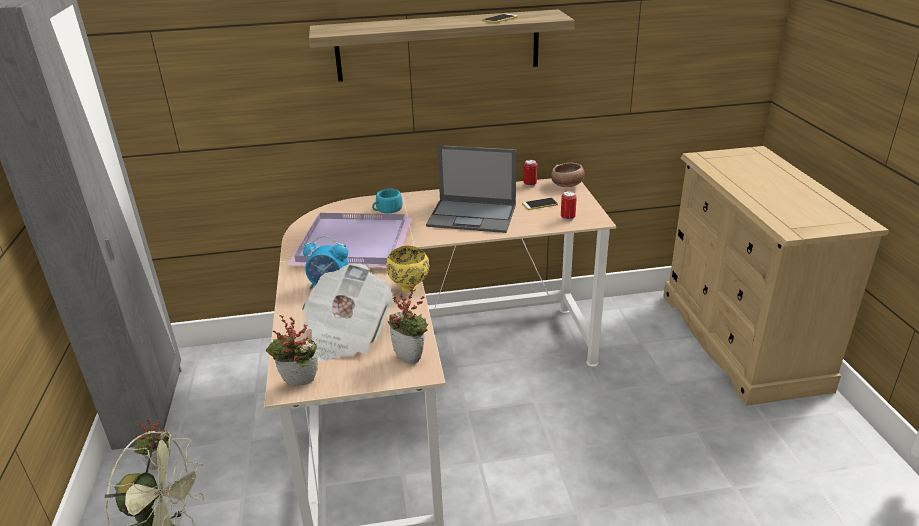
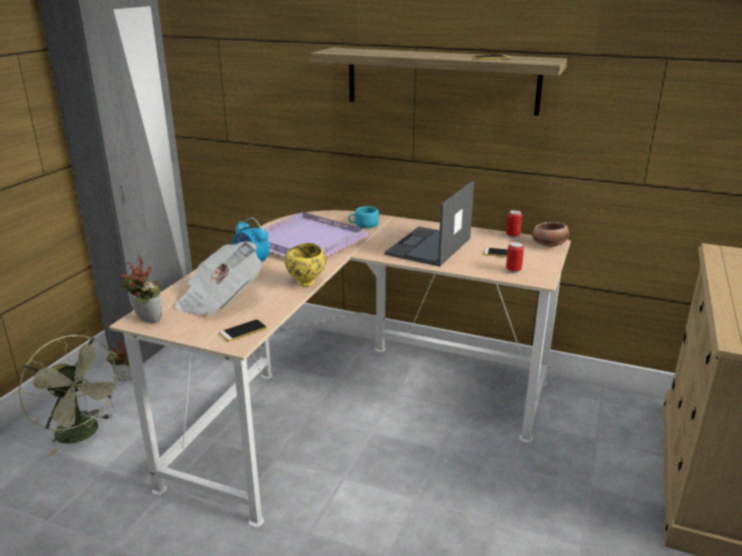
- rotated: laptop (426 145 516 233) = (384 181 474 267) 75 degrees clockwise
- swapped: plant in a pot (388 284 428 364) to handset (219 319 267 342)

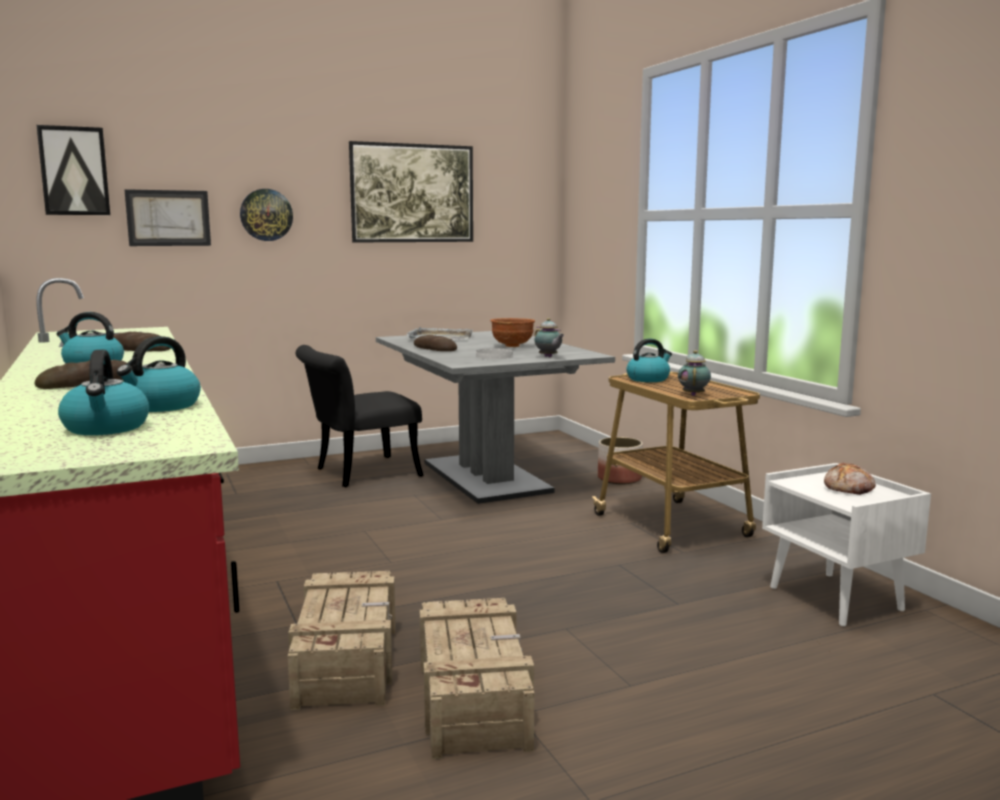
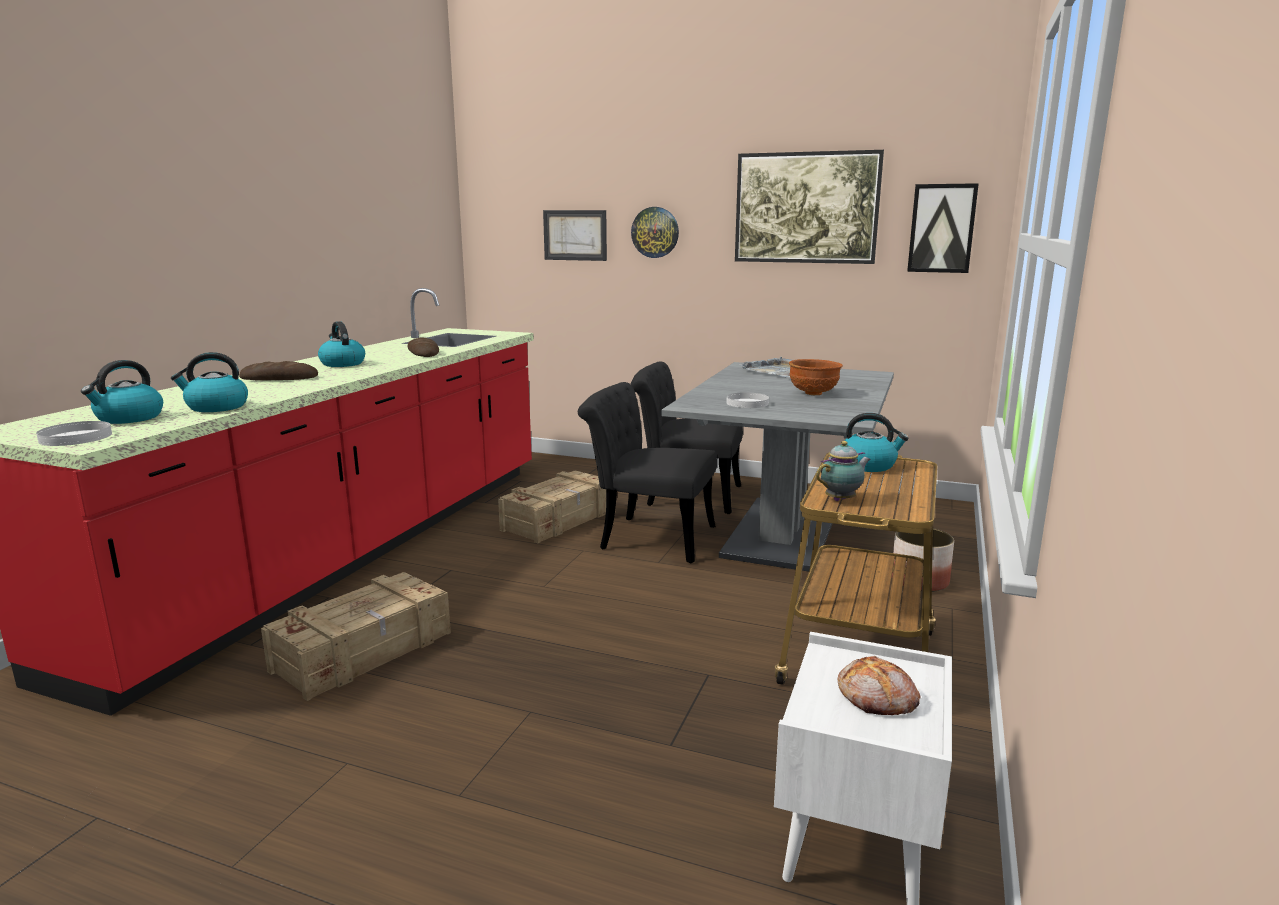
- shifted: picture (37 125 110 215) to (907 183 979 273)
- gone: pot for tea (535 318 564 357)
- gone: bread (414 335 457 351)
- shifted: crate (420 598 534 759) to (498 470 606 543)
- new: blackish upright chair (578 382 717 563)
- new: whitish plate (36 421 112 446)

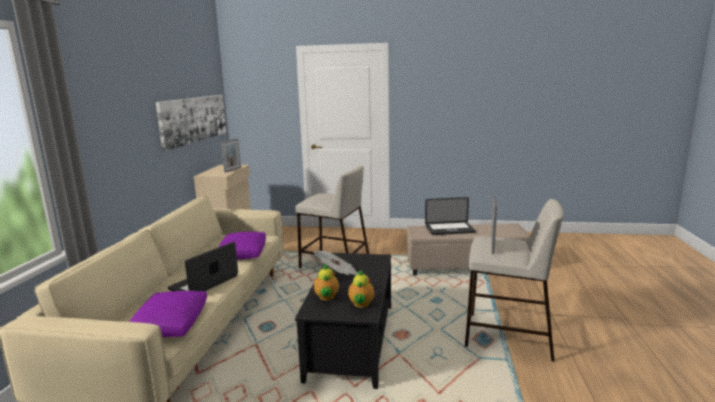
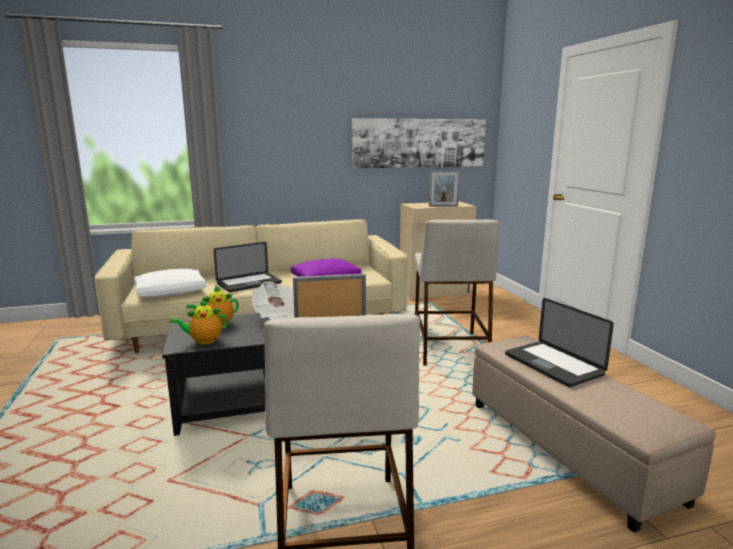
- rotated: laptop (168 242 238 291) = (213 242 282 292) 135 degrees clockwise
- repainted: purplish throw pillow (129 291 207 337) to whitish throw pillow (134 269 206 297)

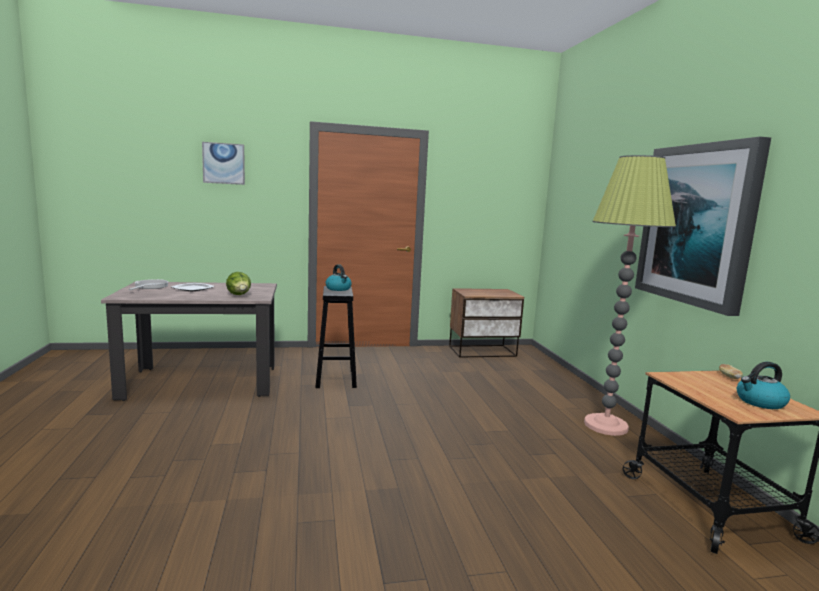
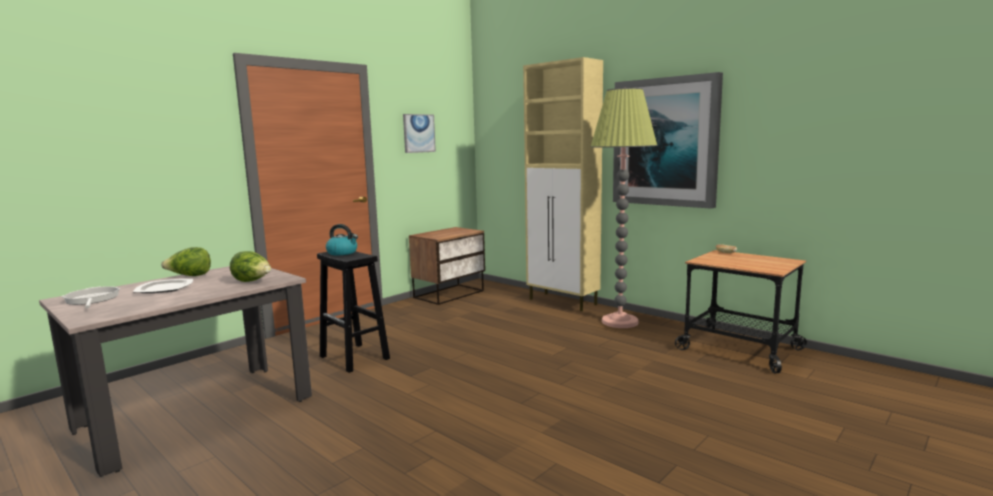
- shifted: picture (202 142 245 185) to (403 114 436 153)
- gone: water kettle (737 362 790 409)
- new: sand-coloured storage cabinet (523 57 603 311)
- new: head of lettuce (161 247 211 276)

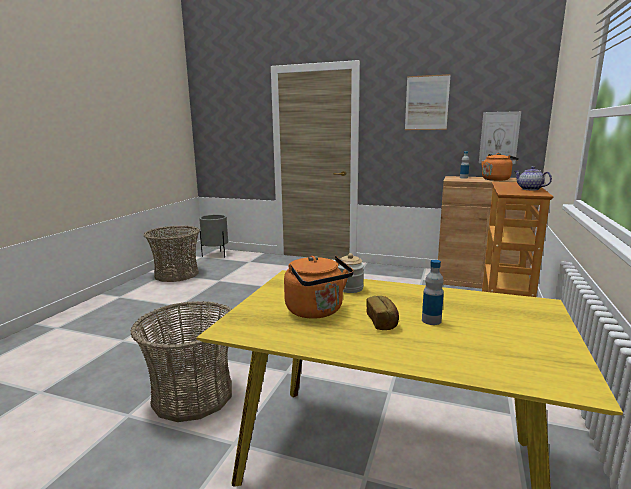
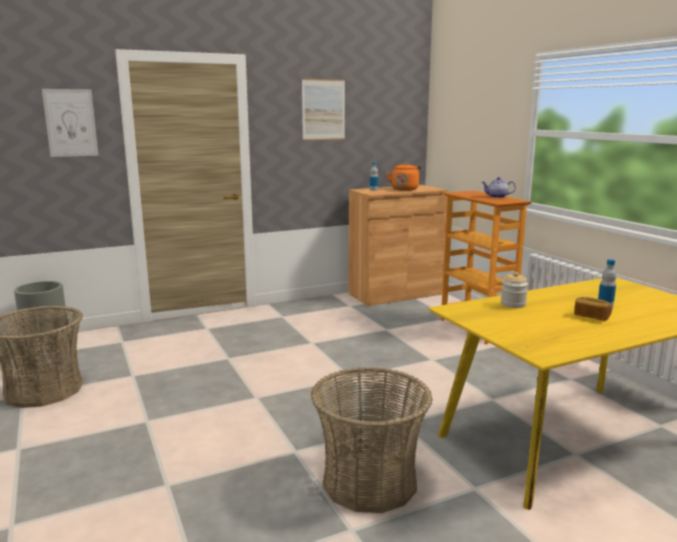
- shifted: picture (479 111 521 164) to (42 89 99 157)
- gone: orangey water kettle (284 256 354 319)

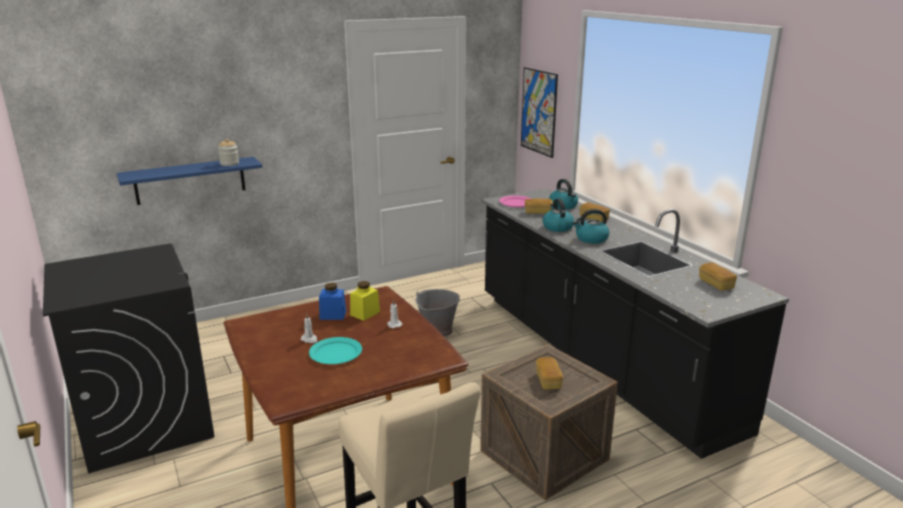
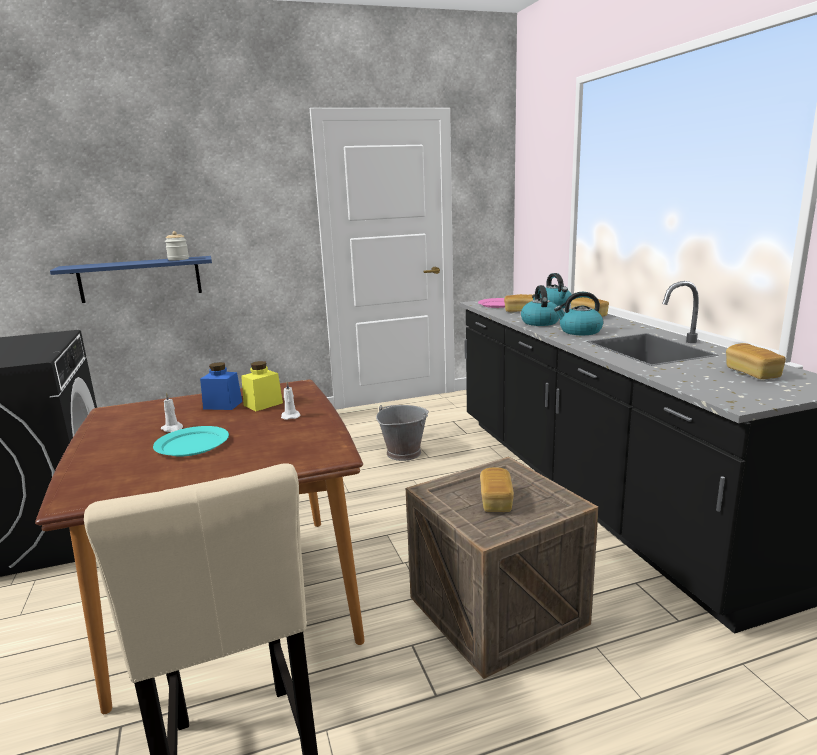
- gone: picture (521 67 558 158)

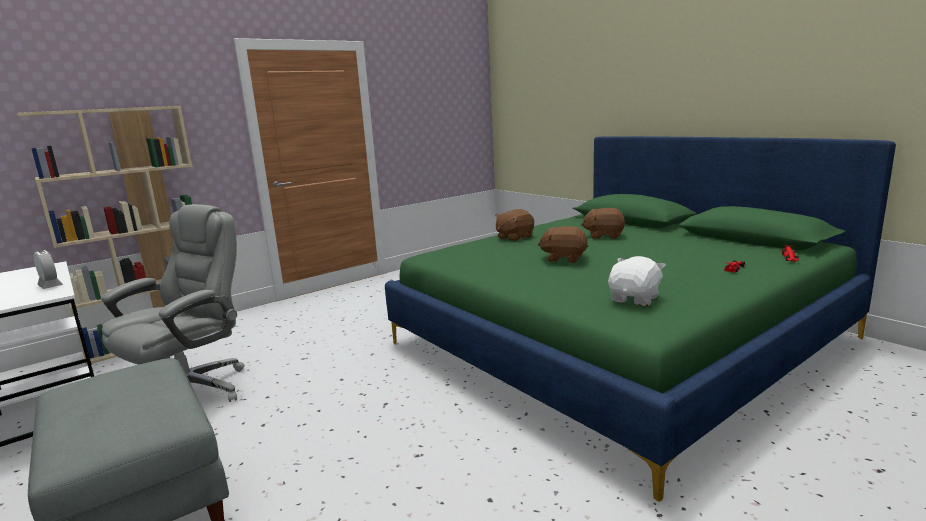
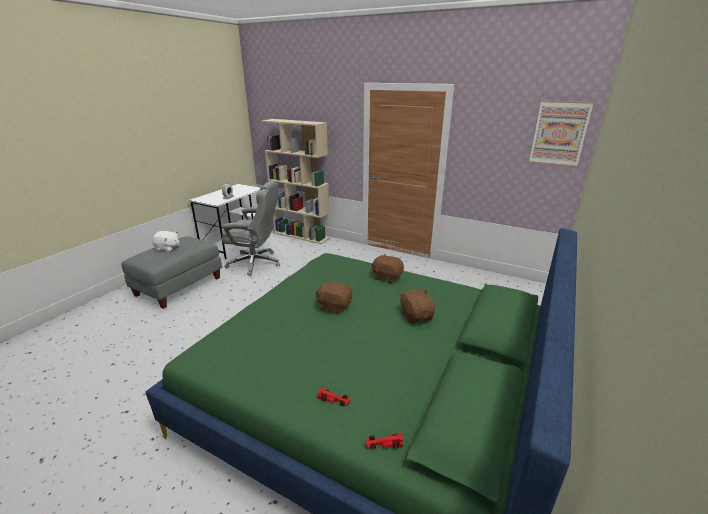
- rotated: brown soft toy (538 226 588 263) = (316 280 353 314) 60 degrees counterclockwise
- shifted: whitish soft toy (608 256 666 306) to (152 231 180 252)
- new: picture (529 101 593 167)

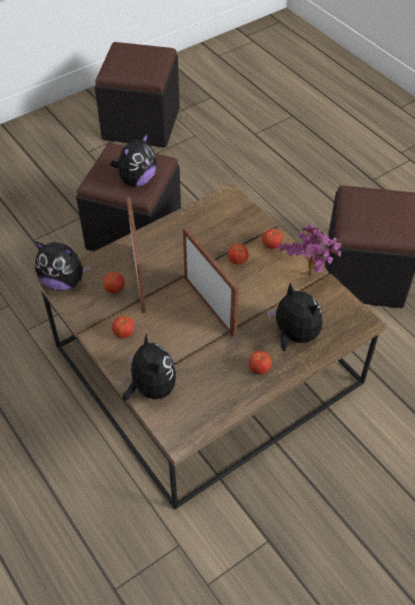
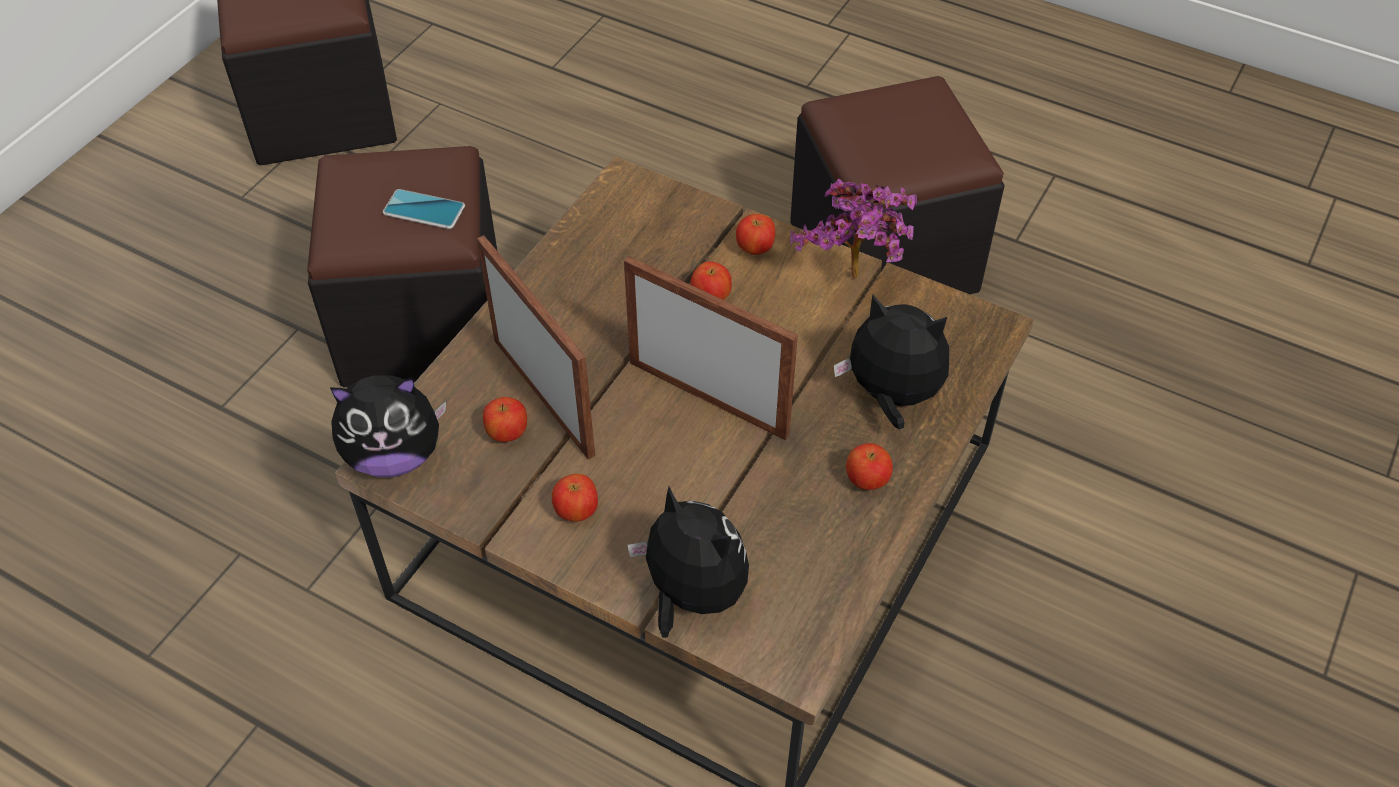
- swapped: soft toy (110 133 157 187) to handset (383 189 465 229)

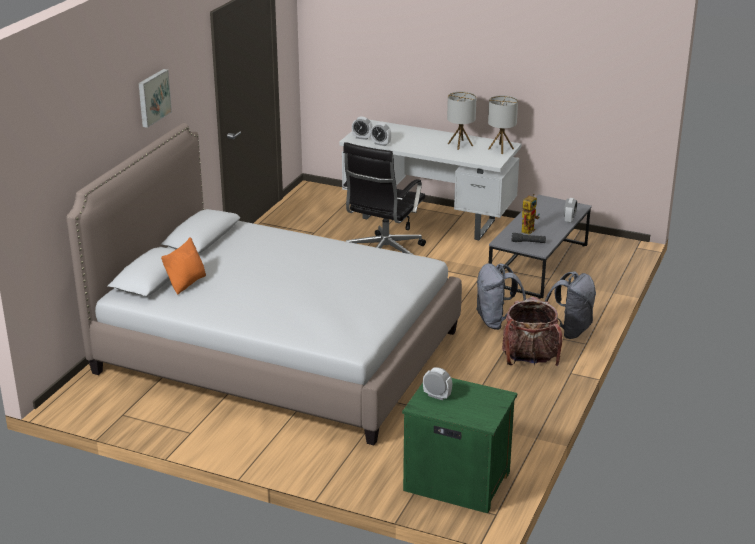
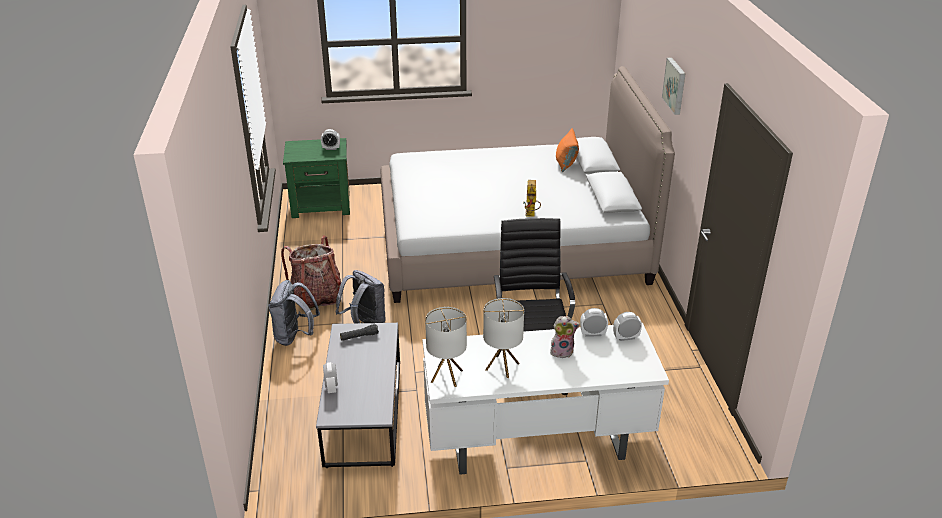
- shifted: model robot (522 194 540 235) to (524 180 541 216)
- new: soft toy (550 316 580 358)

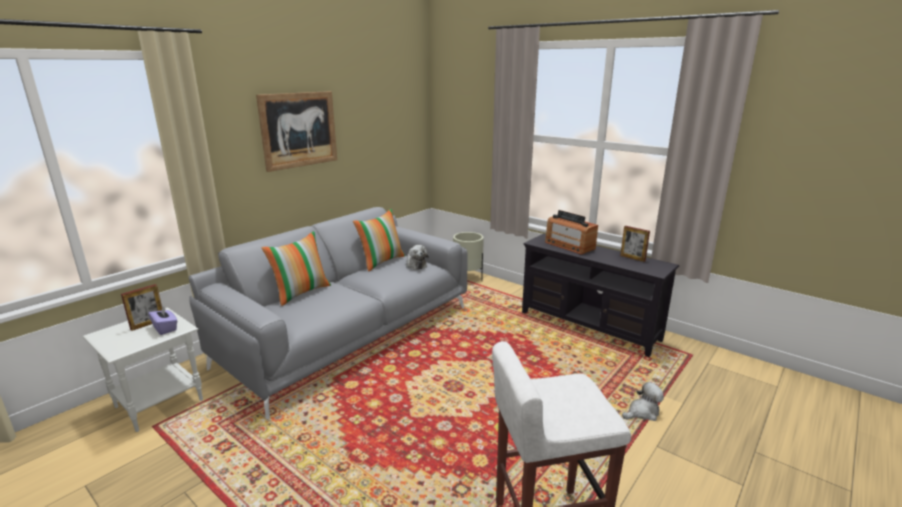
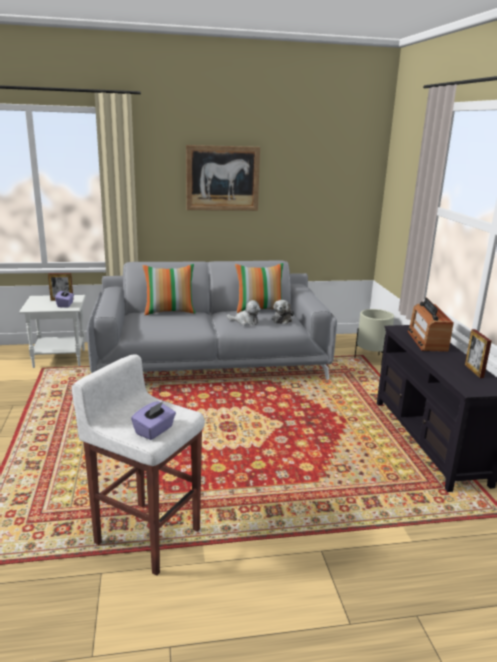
- shifted: soft toy (622 382 664 421) to (227 300 261 326)
- new: purplish tissue holder (131 401 176 440)

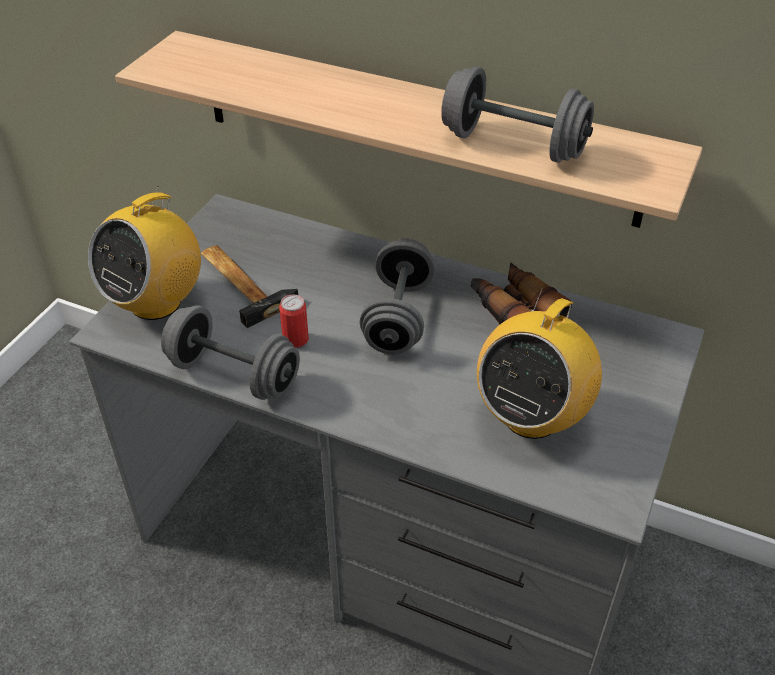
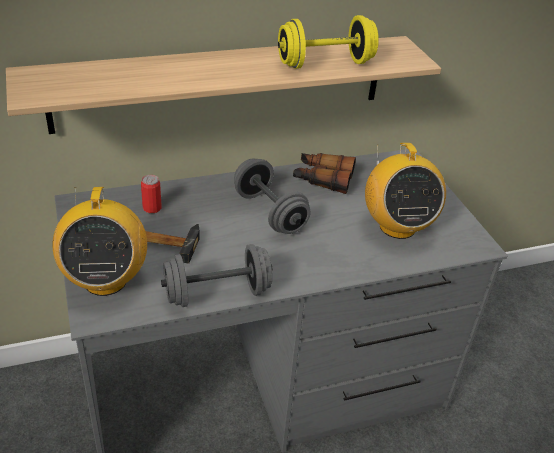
- repainted: greyish hand weight (441 66 594 163) to yellow-coloured hand weight (278 15 379 69)
- shifted: sealed can (279 295 309 348) to (141 175 162 213)

